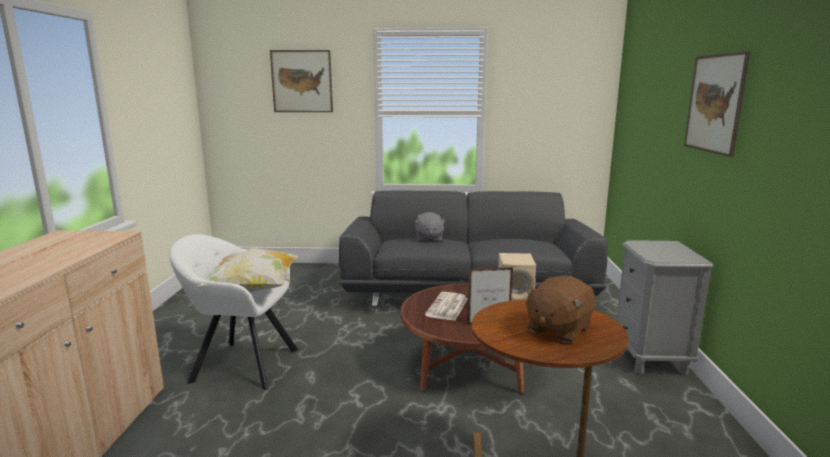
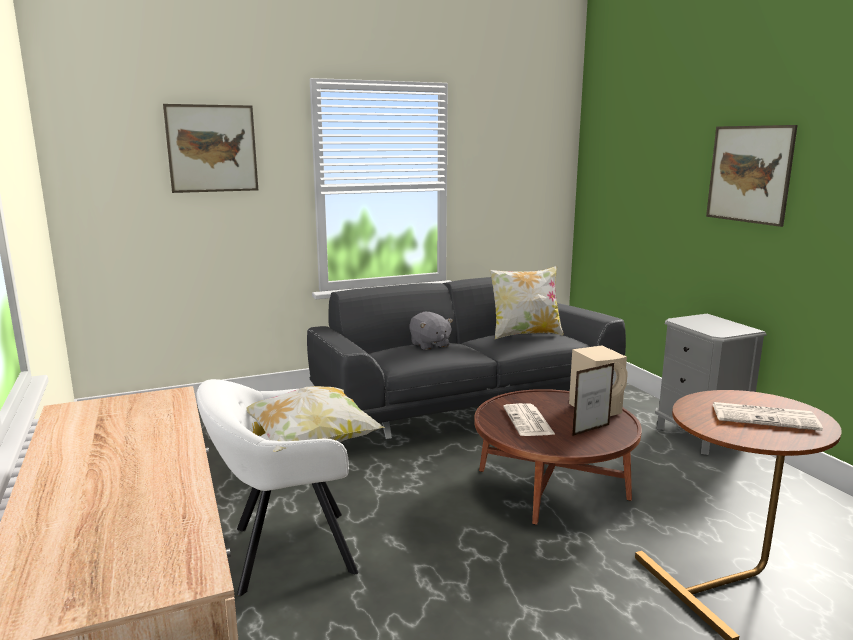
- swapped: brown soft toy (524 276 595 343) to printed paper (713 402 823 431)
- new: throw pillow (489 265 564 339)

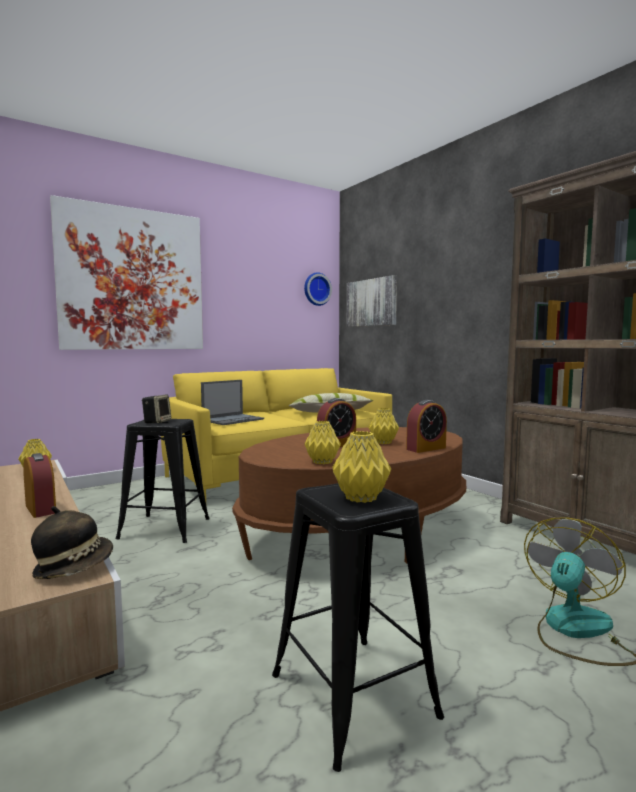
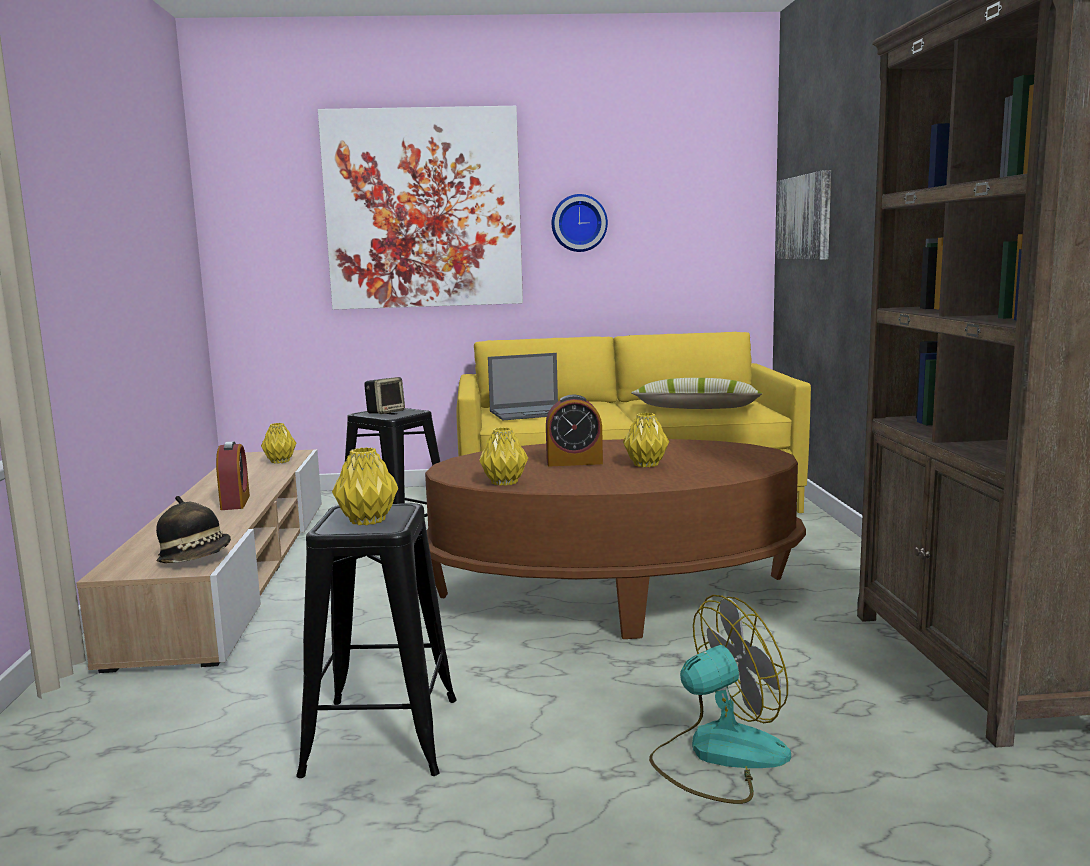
- shifted: wall clock (304 272 332 306) to (552 194 608 252)
- gone: alarm clock (406 400 447 453)

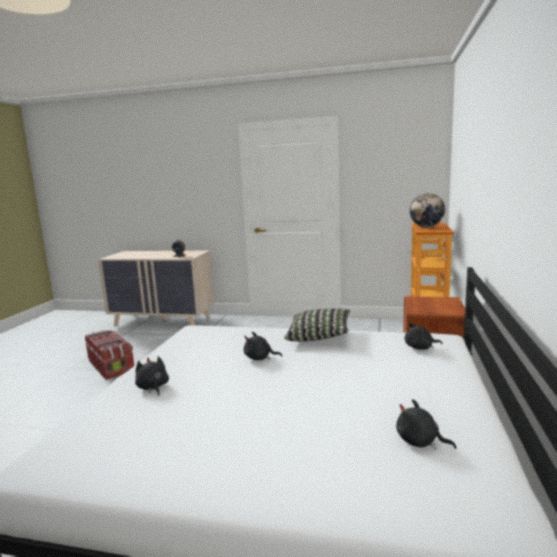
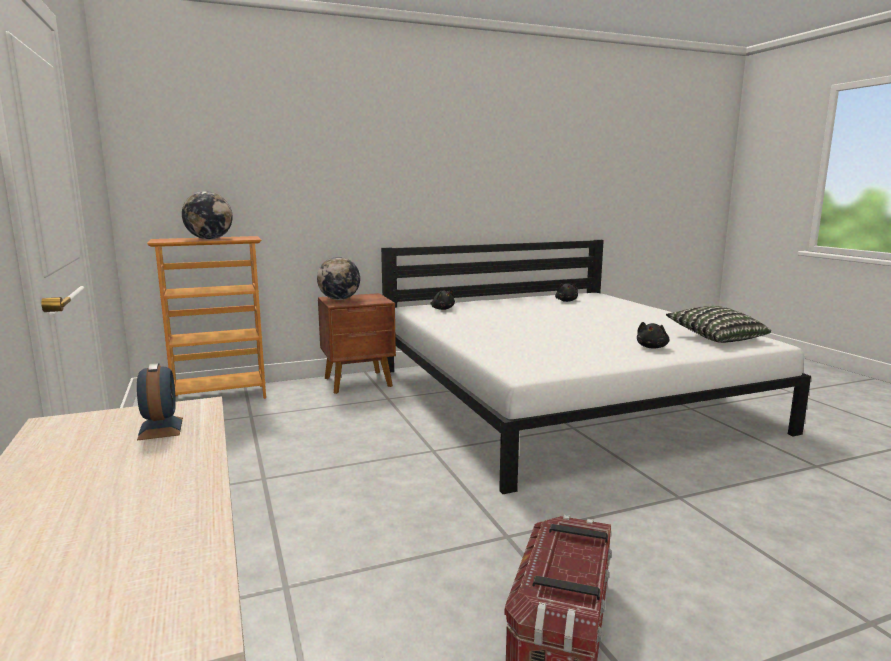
- shifted: throw pillow (284 308 350 342) to (666 306 771 343)
- gone: blackish soft toy (244 332 282 360)
- new: world globe (317 257 360 300)

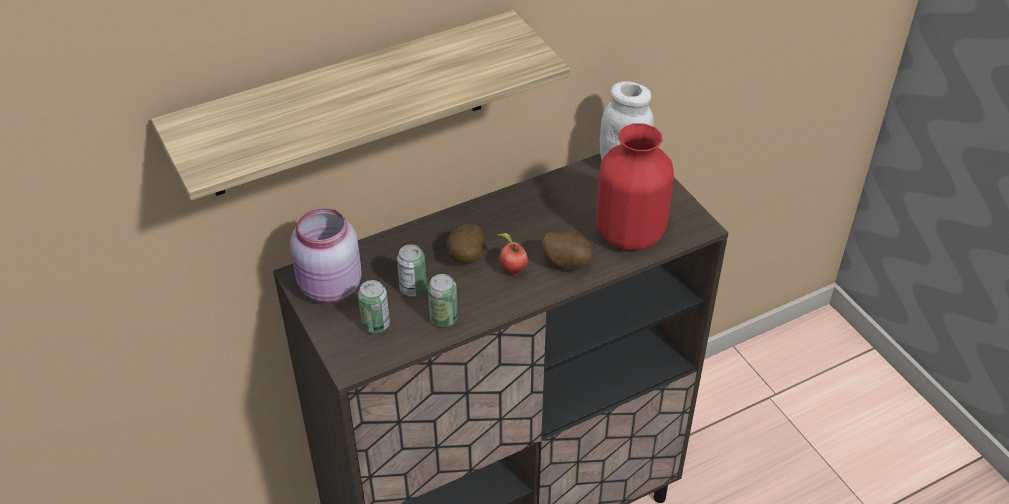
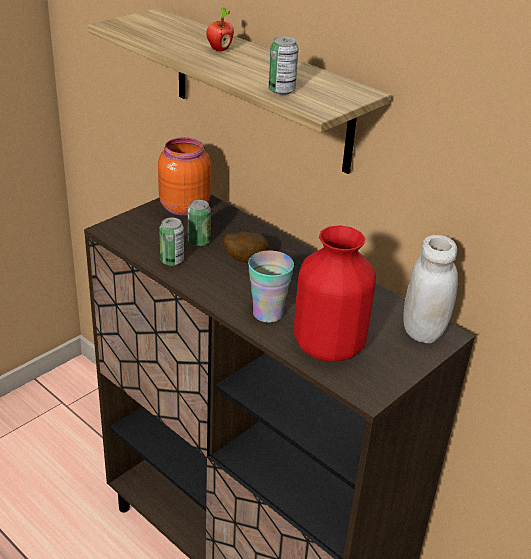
- repainted: pink-coloured storage jar (290 208 362 303) to orangey storage jar (158 137 211 216)
- swapped: whole potato (541 232 593 270) to cup (248 251 294 323)
- shifted: apple (497 233 528 275) to (206 7 234 51)
- shifted: sealed can (358 280 390 333) to (268 36 298 95)

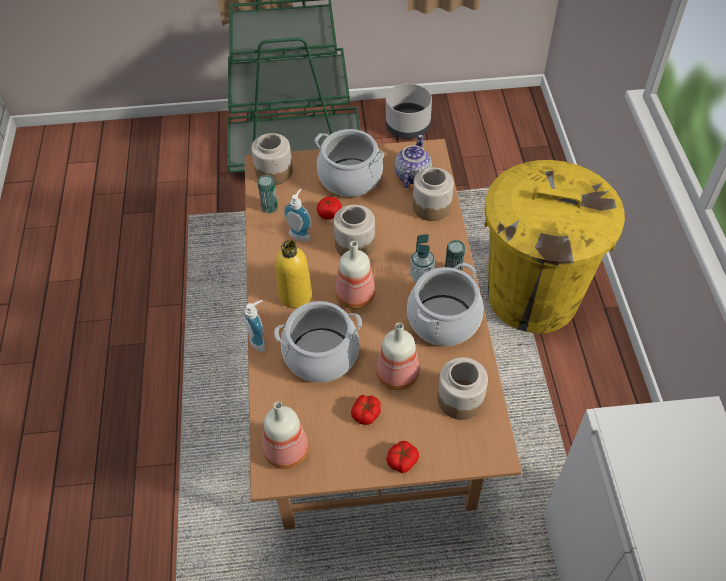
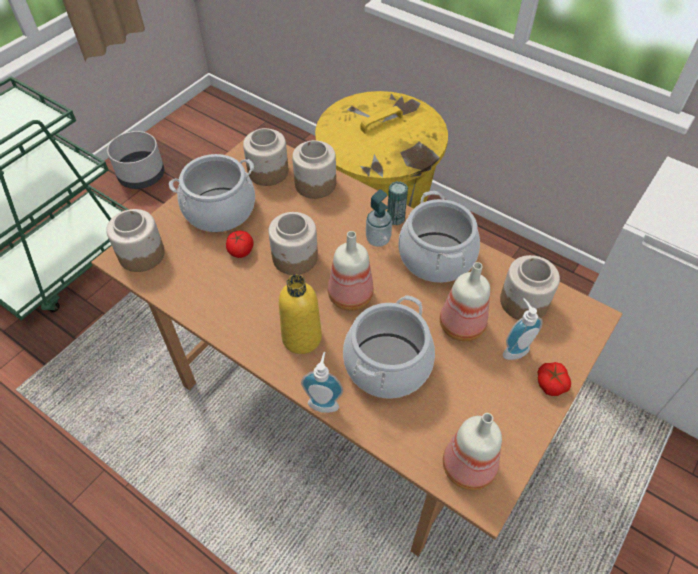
- swapped: pot for tea (394 135 432 188) to storage jar (243 128 289 186)
- gone: sealed can (257 175 278 213)
- shifted: liquid soap bottle (284 188 311 242) to (503 298 543 360)
- gone: tomato (351 395 381 425)

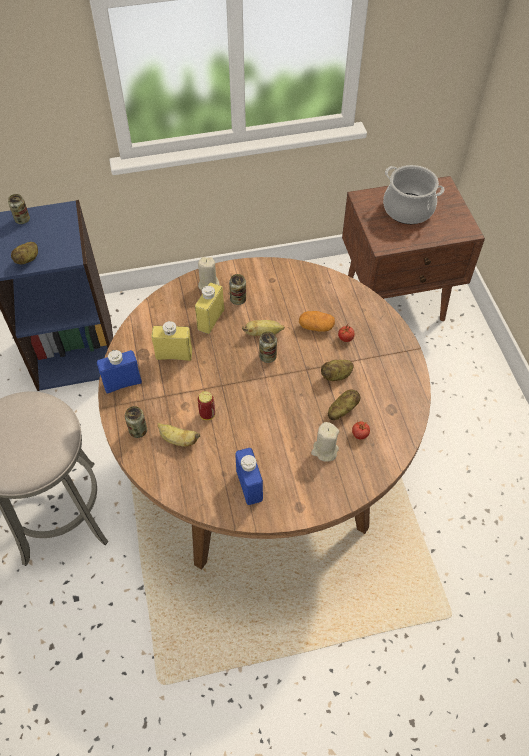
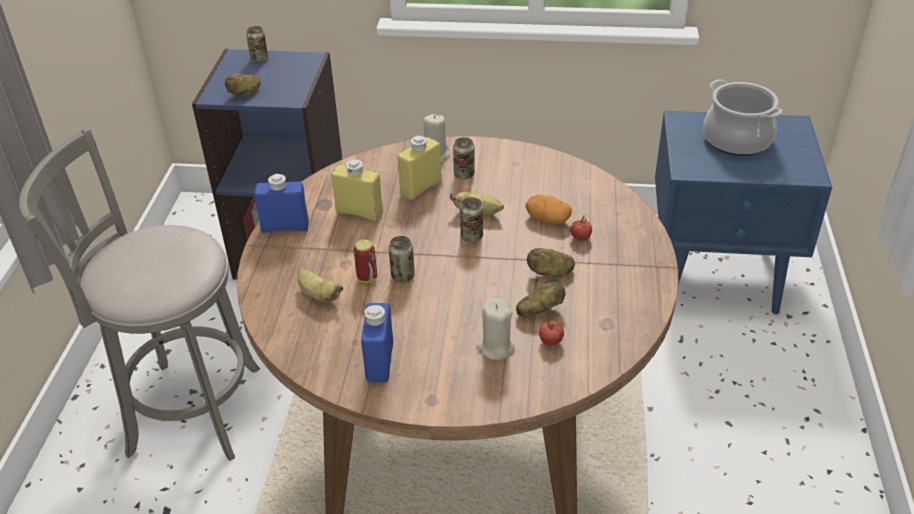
- repainted: brown bedside table (342 176 485 321) to blue-coloured bedside table (655 111 832 314)
- shifted: sealed can (125 406 147 438) to (389 236 415 282)

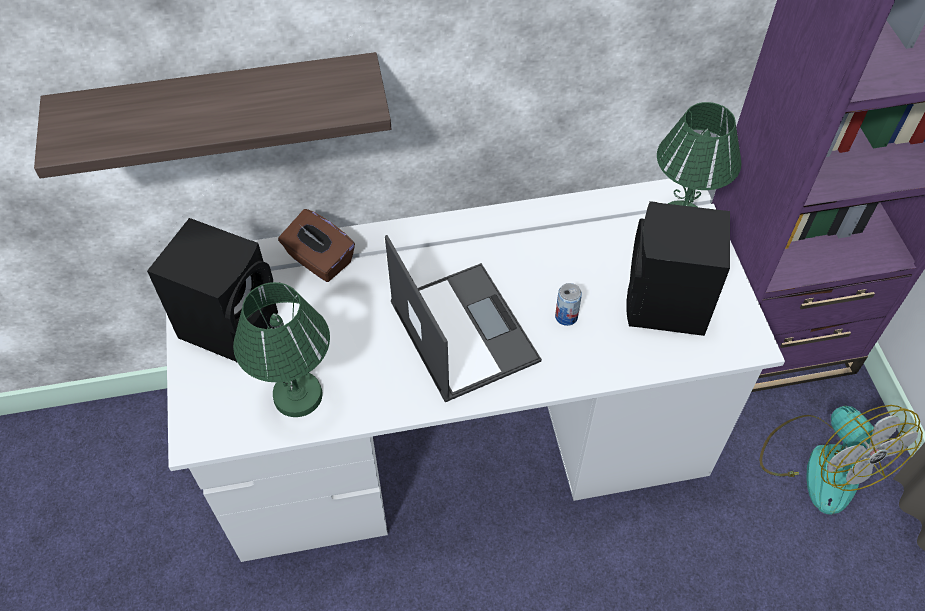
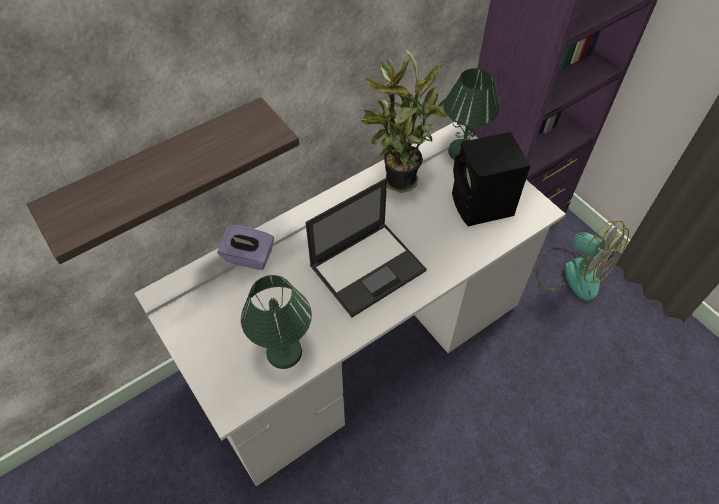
- repainted: brown tissue holder (278 209 355 282) to purplish tissue holder (217 225 274 270)
- gone: blackish audio speaker (147 218 278 363)
- rotated: laptop (385 235 542 402) = (305 178 427 317) 105 degrees clockwise
- gone: sealed can (555 283 582 326)
- new: plant in a pot (360 50 447 193)

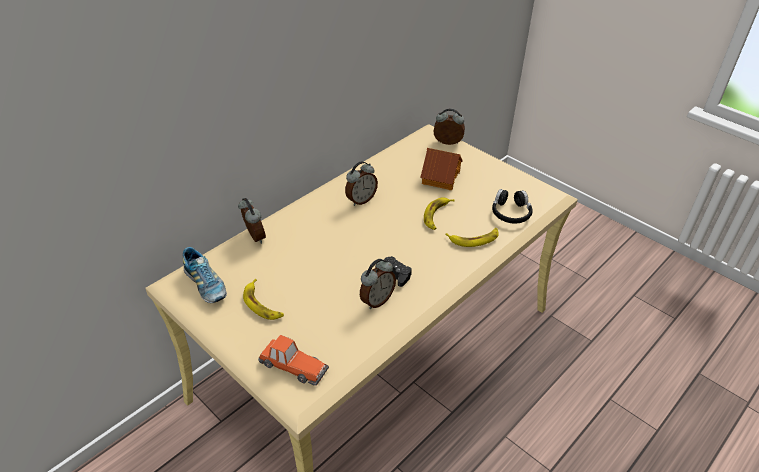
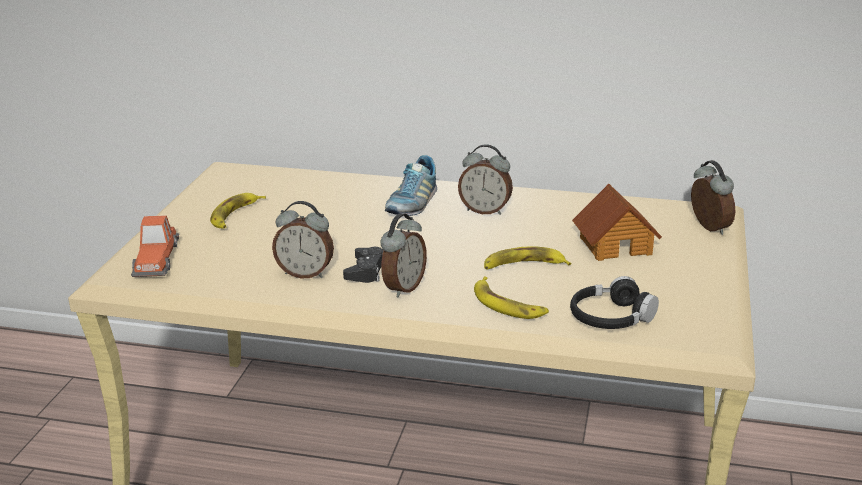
- shifted: alarm clock (238 198 266 244) to (381 213 427 298)
- shifted: low shoe (183 247 227 303) to (385 155 437 216)

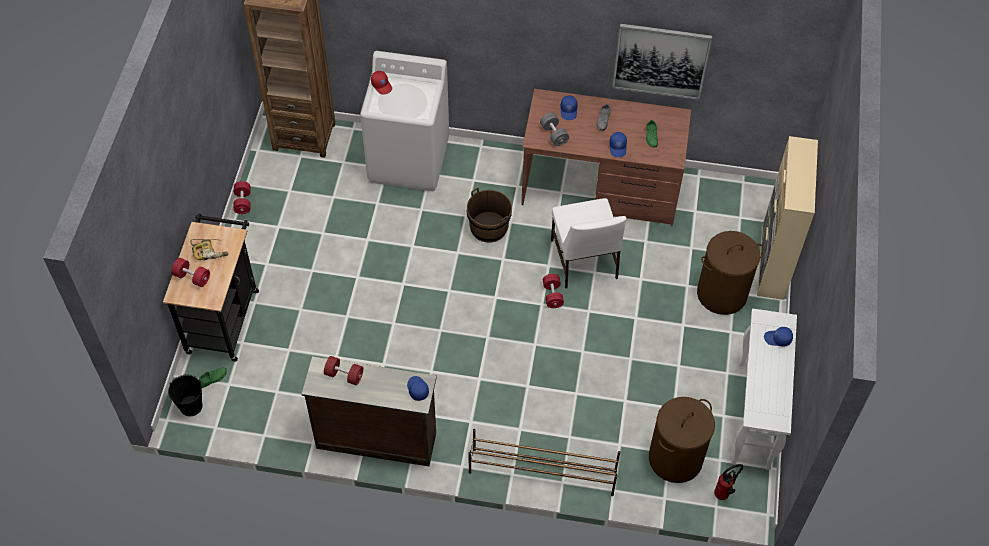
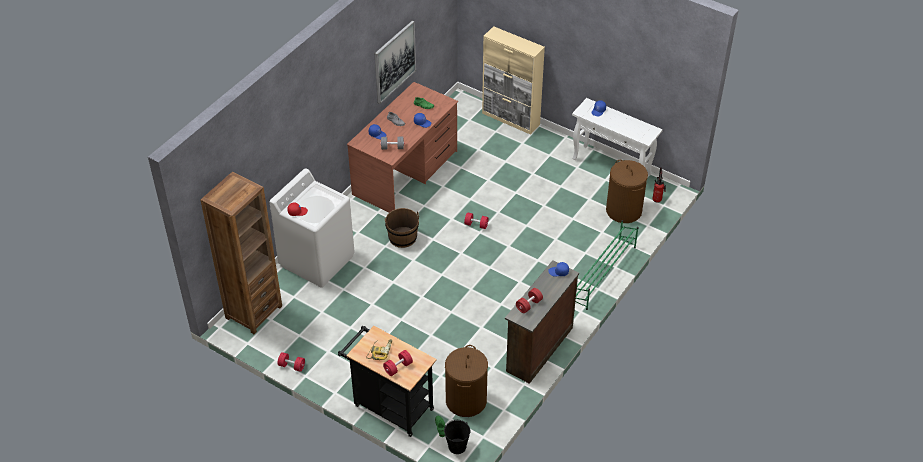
- gone: whitish upright chair (551 198 627 288)
- shifted: brown hamper (697 231 765 315) to (445 345 488 417)
- repainted: brown shoe shelf (468 429 620 496) to greenish shoe shelf (575 220 639 310)

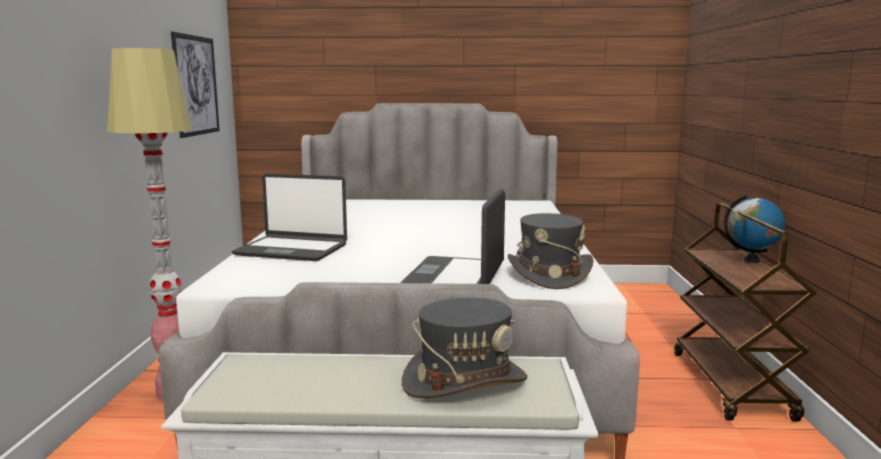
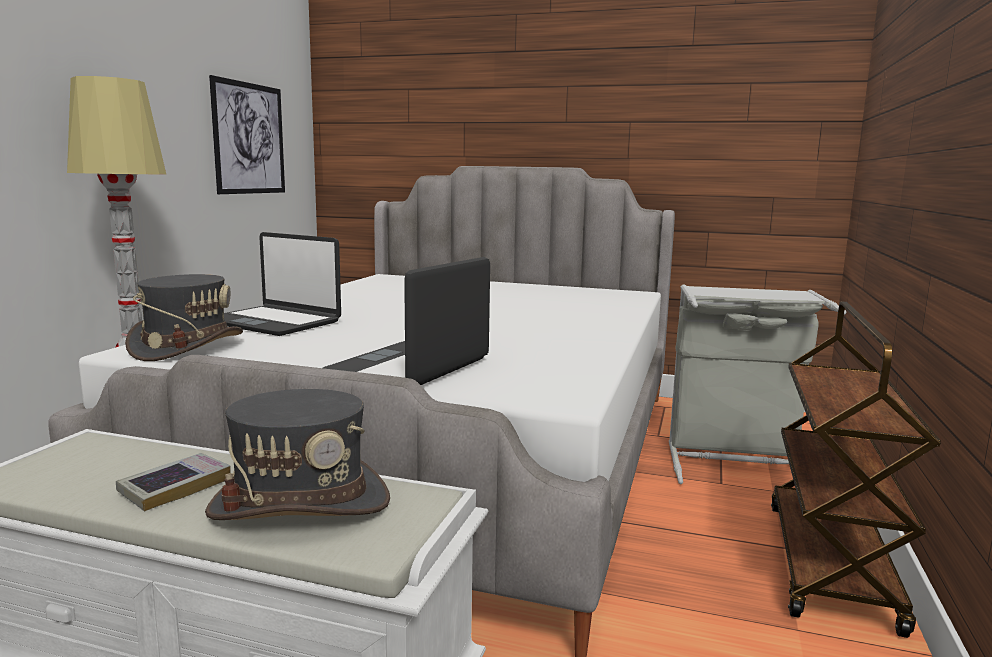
- gone: world globe (724 195 785 263)
- shifted: greyish wearable hat (508 213 594 289) to (125 274 243 361)
- new: greyish hamper (669 284 846 484)
- new: book (116 453 230 511)

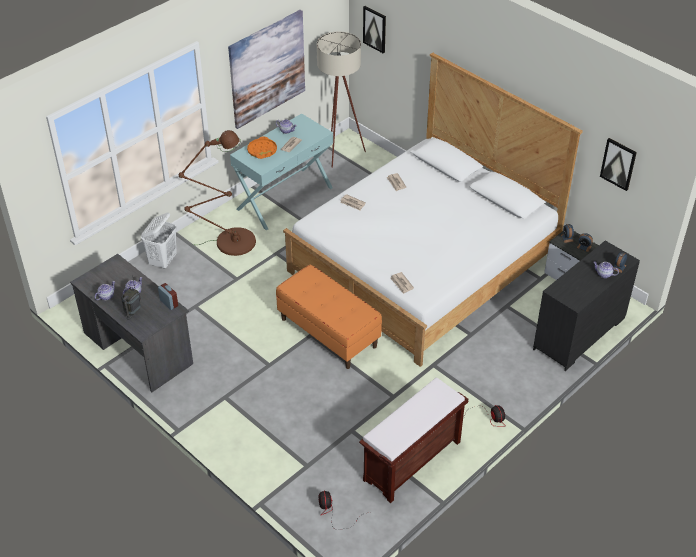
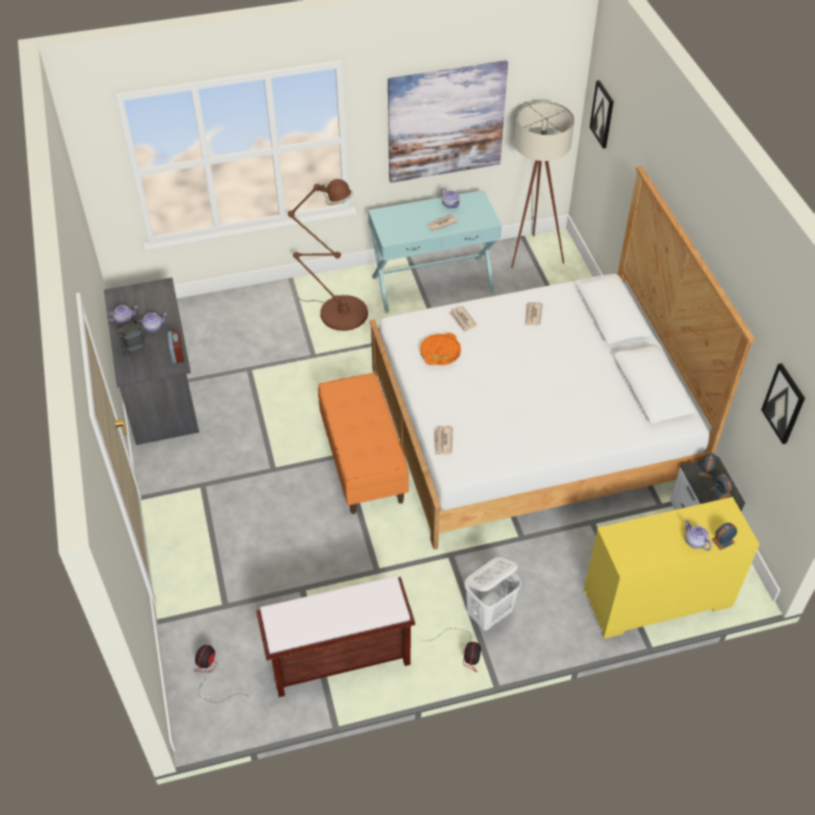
- shifted: orangey tray (247 137 277 159) to (420 333 461 365)
- shifted: whitish hamper (141 213 177 269) to (464 557 521 630)
- repainted: blackish chest of drawers (533 241 640 371) to yellow-coloured chest of drawers (583 497 760 639)

